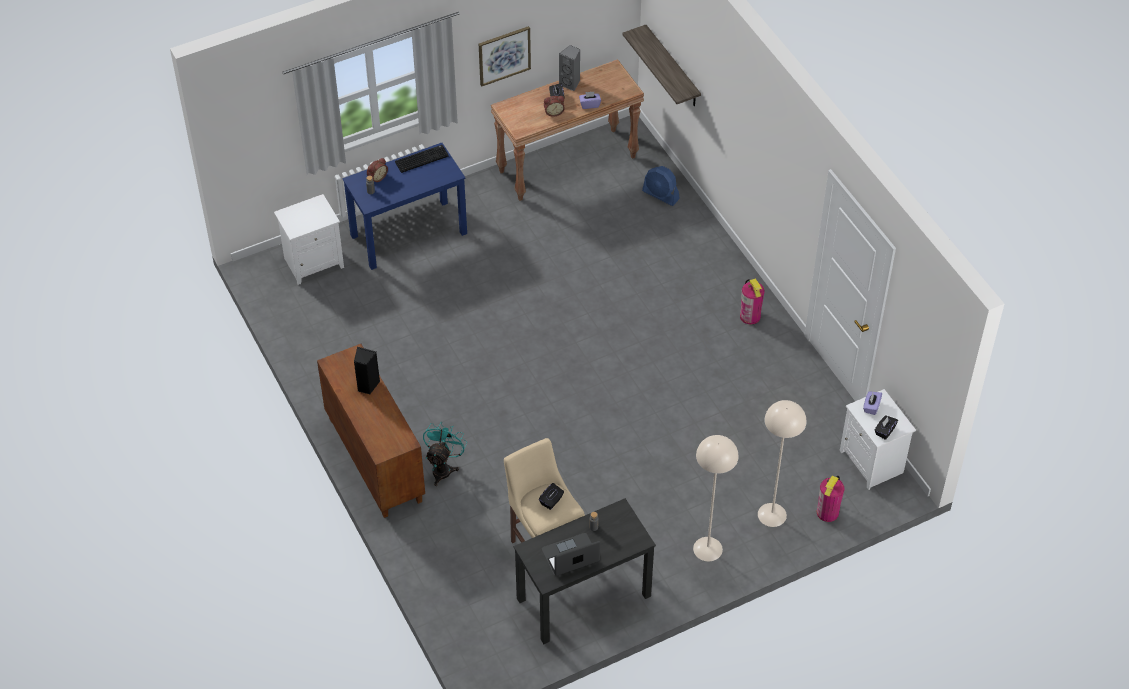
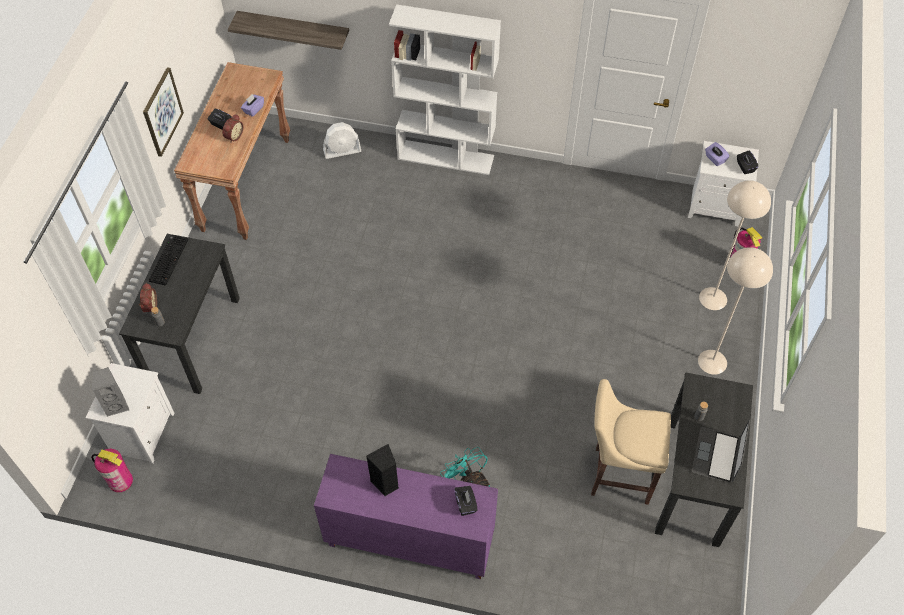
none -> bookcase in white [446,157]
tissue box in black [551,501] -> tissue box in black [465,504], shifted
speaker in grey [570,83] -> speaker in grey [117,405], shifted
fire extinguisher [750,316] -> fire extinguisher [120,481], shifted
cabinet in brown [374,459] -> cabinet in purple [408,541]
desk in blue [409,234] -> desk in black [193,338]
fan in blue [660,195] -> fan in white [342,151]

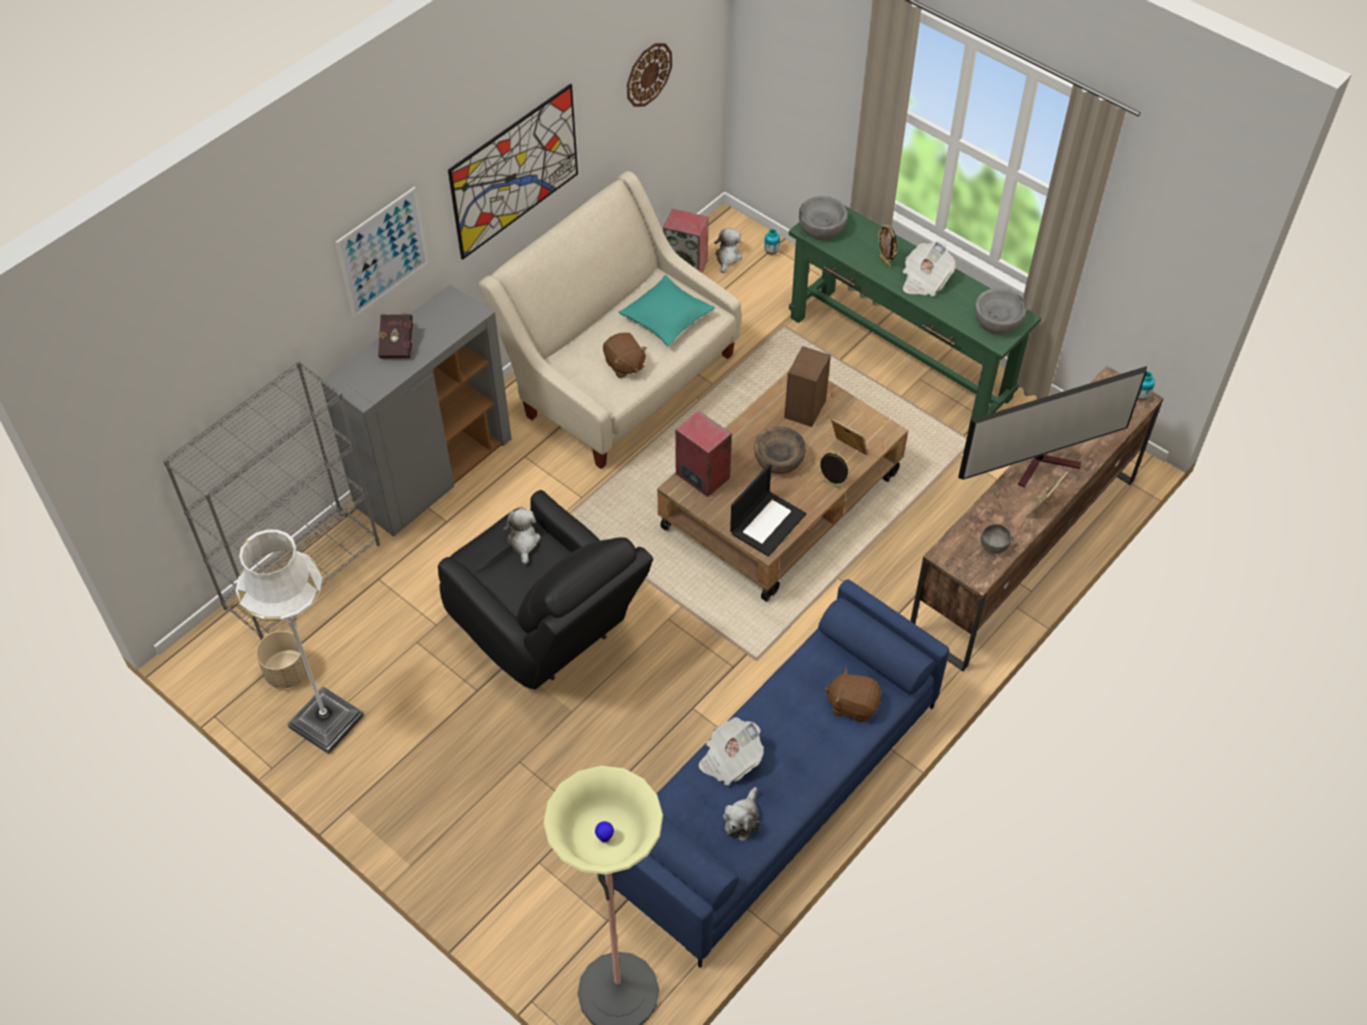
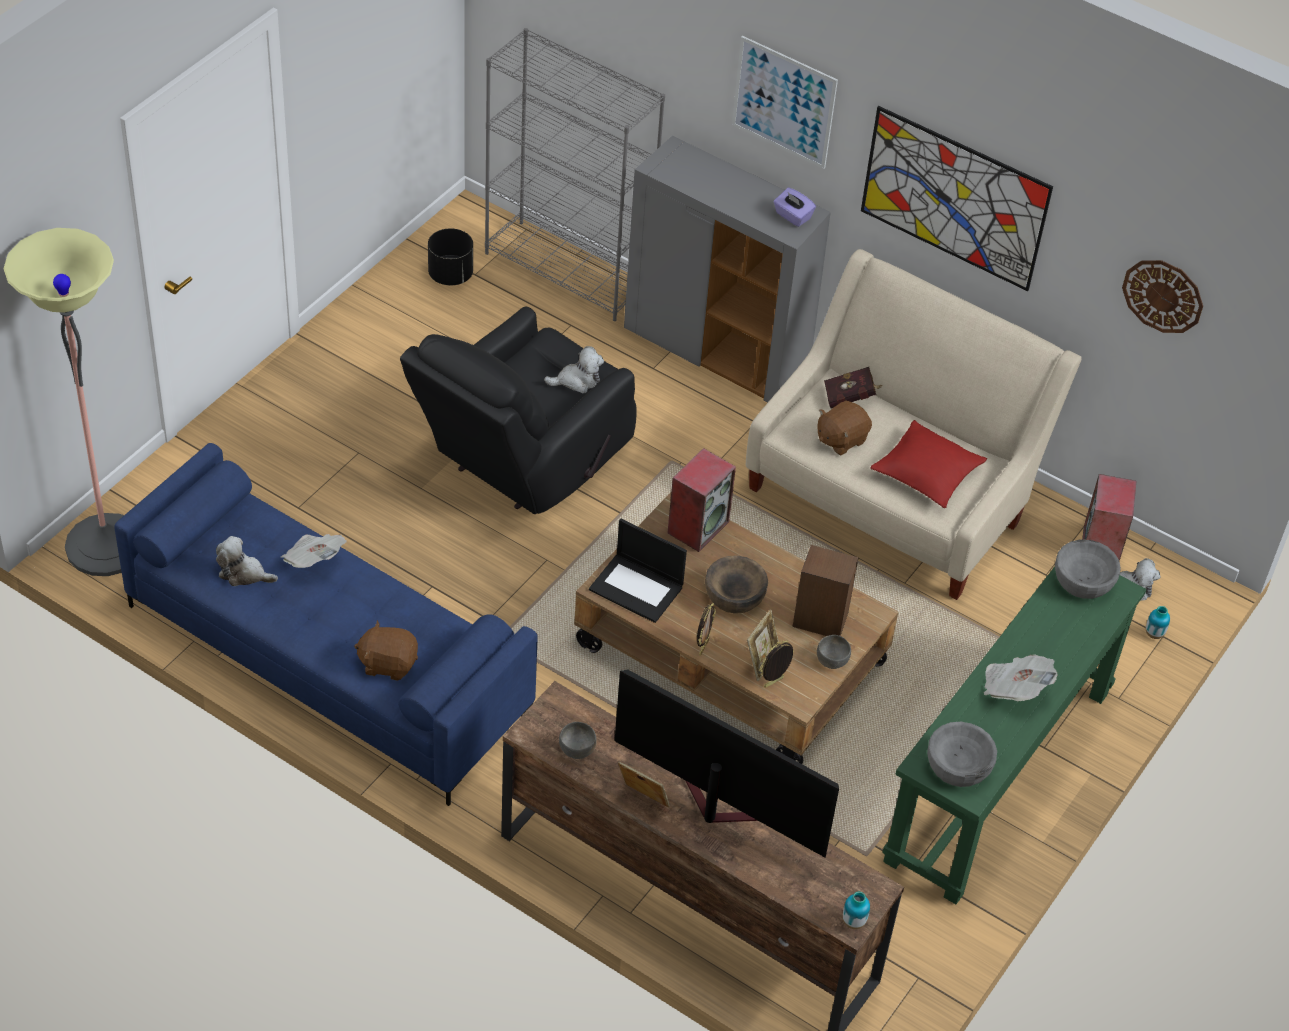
floor lamp in white [326,721] -> none
none -> tissue box in purple [792,216]
none -> bowl in grey [832,660]
book in red [398,343] -> book in red [851,398], shifted
picture frame [885,262] -> picture frame [774,683], shifted
planter in beige [287,672] -> planter in black [451,275]
pillow in turquoise [666,317] -> pillow in red [927,472]
plush toy in brown [852,704] -> plush toy in brown [388,663], 90 degrees counterclockwise
television [1045,465] -> television [713,808], 150 degrees clockwise

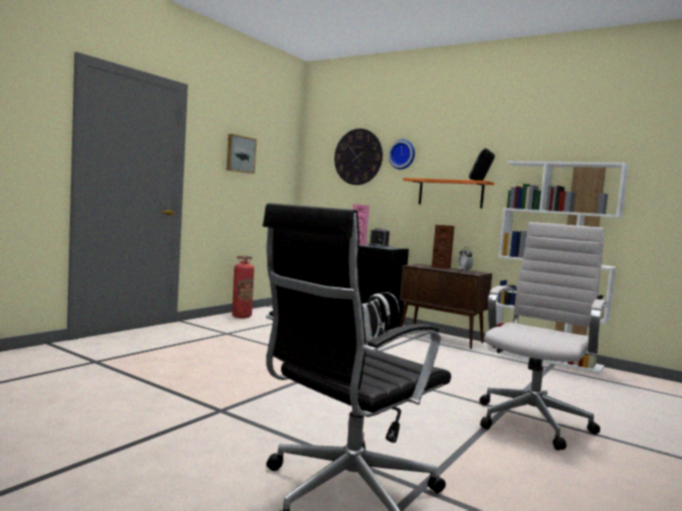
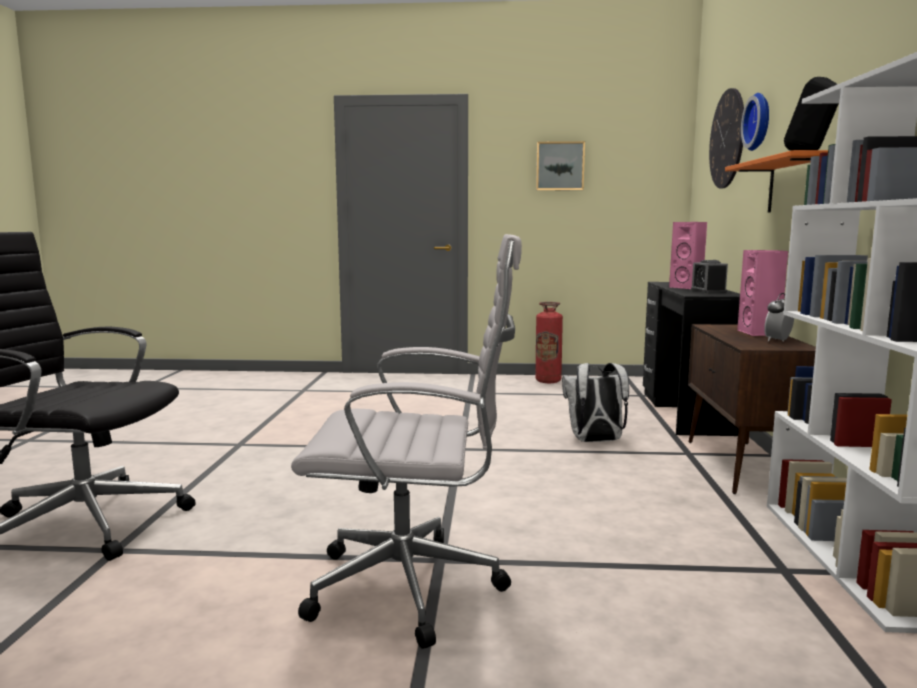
speaker in brown [442,267] -> speaker in pink [759,333]

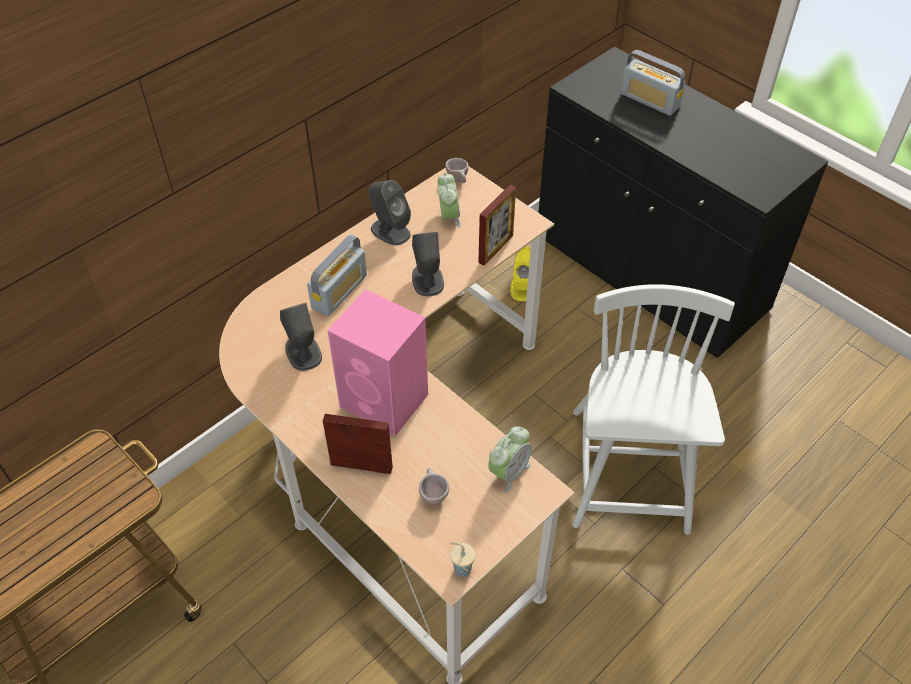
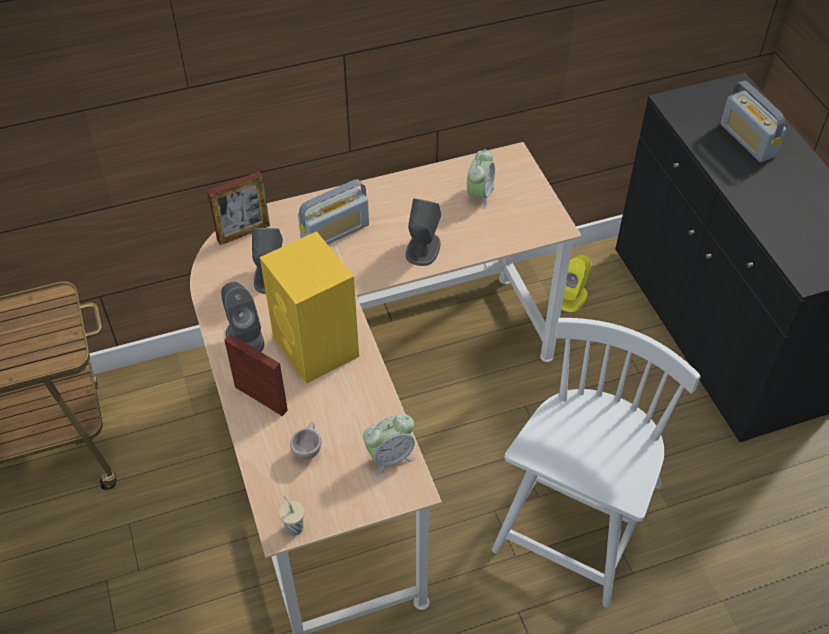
cup in beige [458,180] -> none
speaker in grey [390,231] -> speaker in grey [244,337], shifted
picture frame [495,249] -> picture frame [243,233], shifted
speaker in pink [385,401] -> speaker in yellow [317,348]

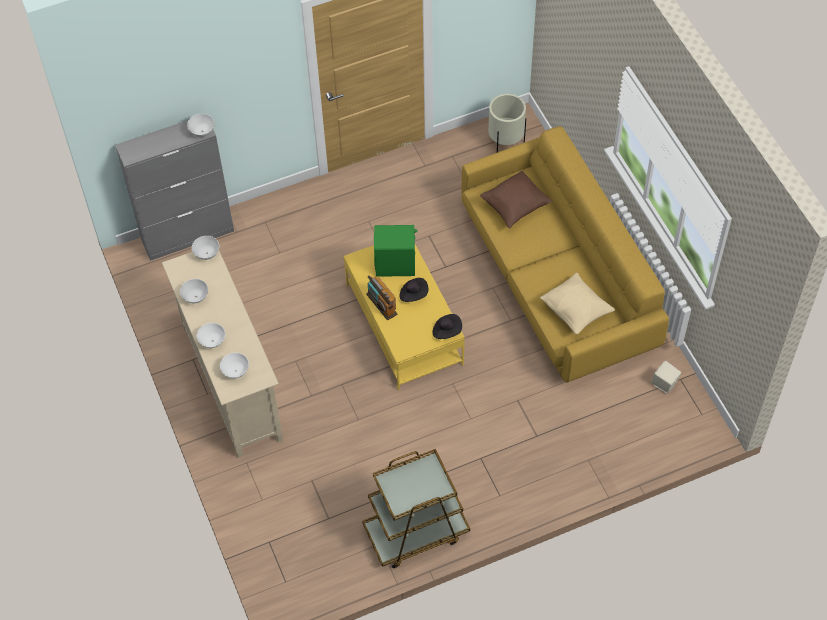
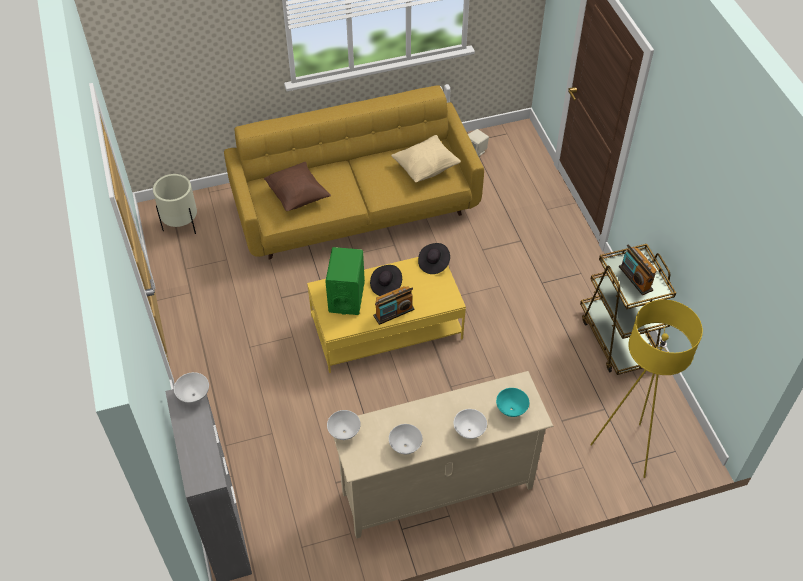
none -> floor lamp in yellow [625,449]
none -> radio [635,278]
bowl in white [236,372] -> bowl in turquoise [511,409]

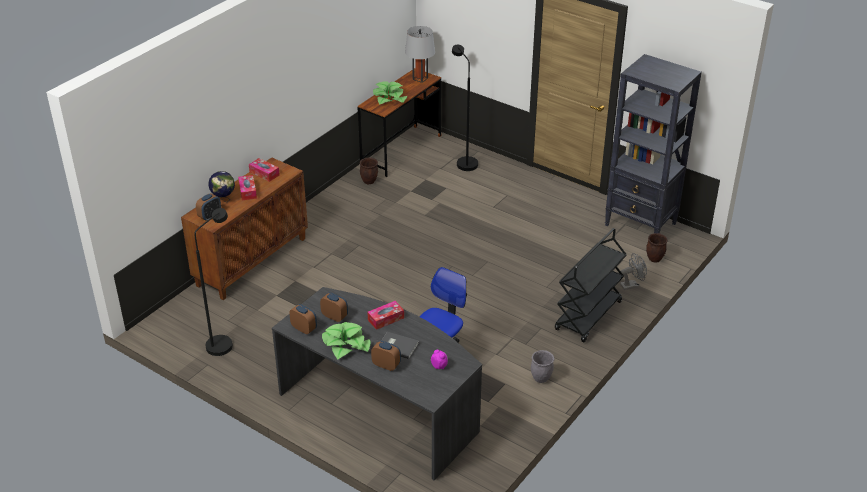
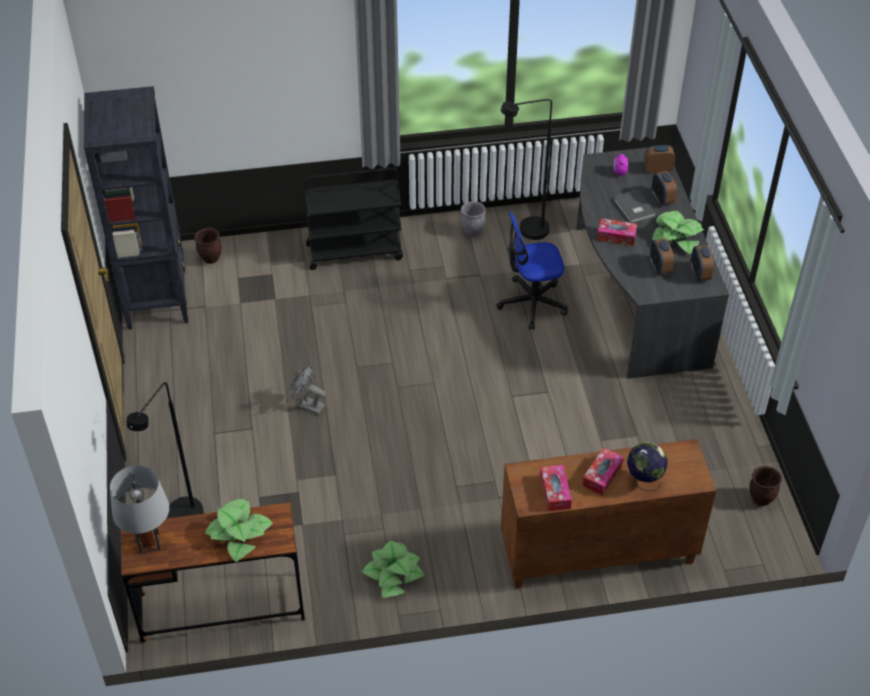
none -> potted plant [393,573]
floor lamp in black [223,342] -> floor lamp in black [526,232], shifted
alarm clock [210,216] -> alarm clock [657,170], shifted
planter in brown [369,181] -> planter in brown [761,499], shifted
fan in grey [632,285] -> fan in grey [308,405], shifted

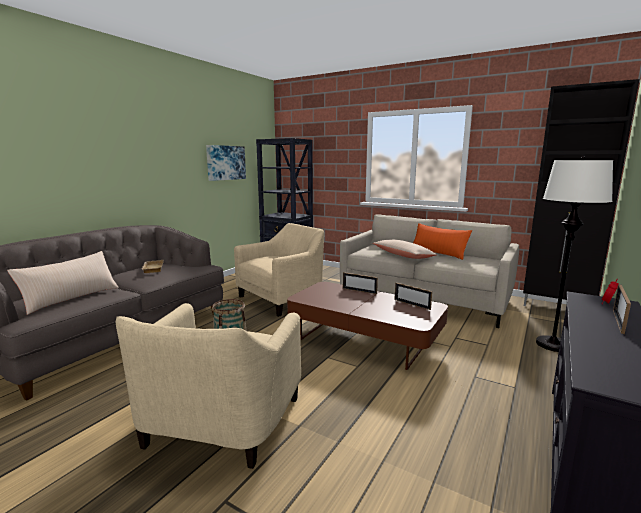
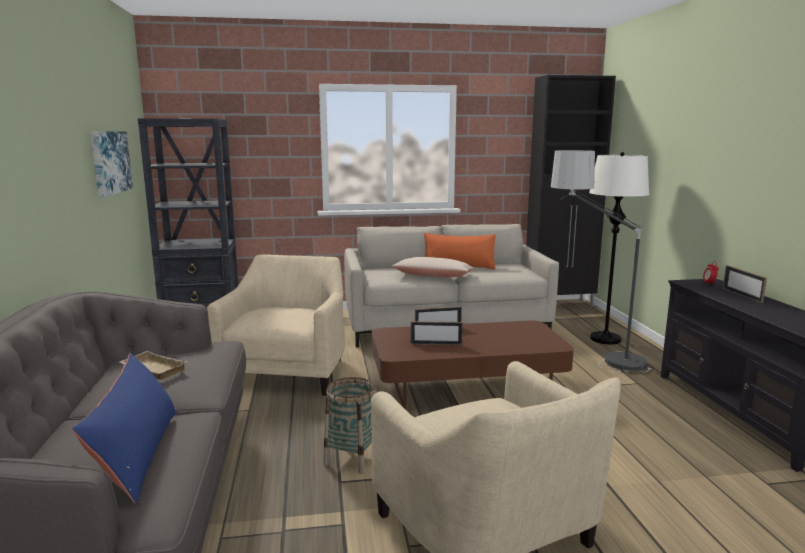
none -> floor lamp [592,357]
picture frame [412,304] -> picture frame [436,344], shifted
pillow in beige [71,298] -> pillow in blue [137,454]

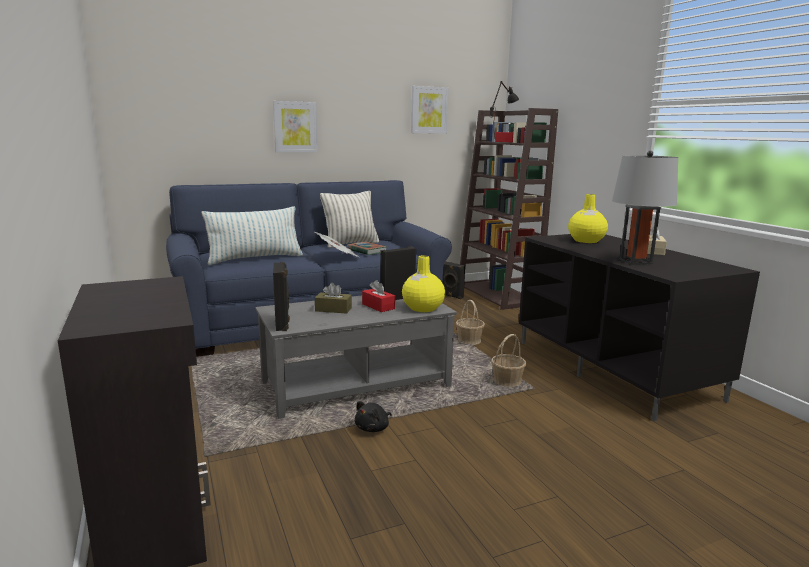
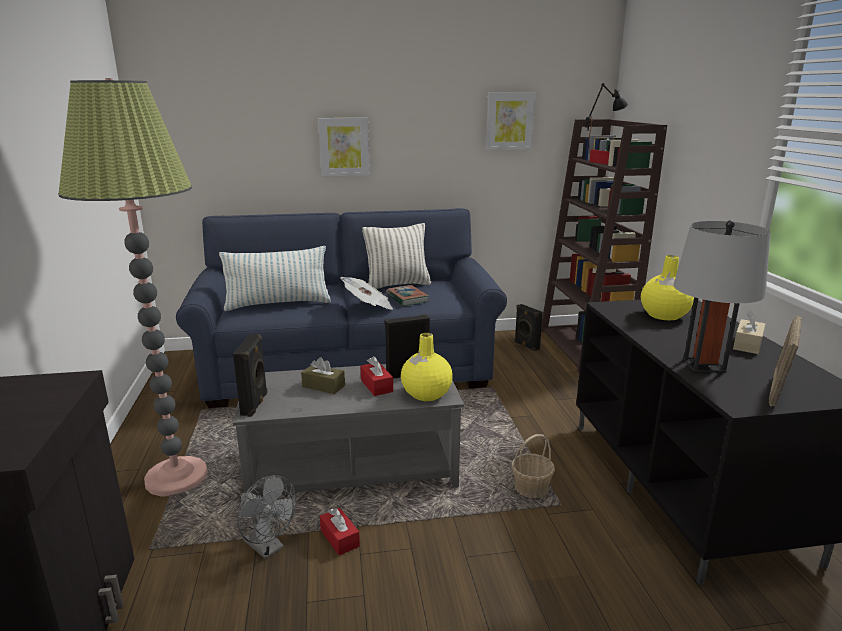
basket [469,340] -> none
none -> floor lamp [176,477]
none -> fan in grey [268,547]
none -> picture frame [778,390]
plush toy in black [373,428] -> tissue box in red [339,538]

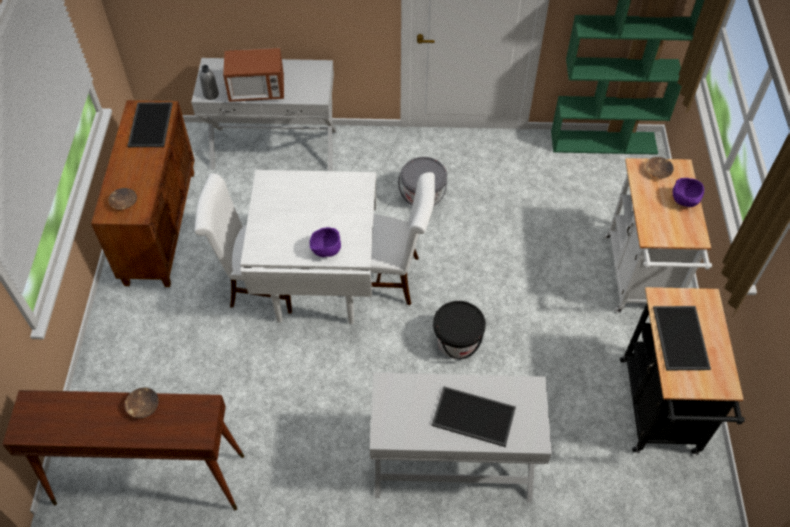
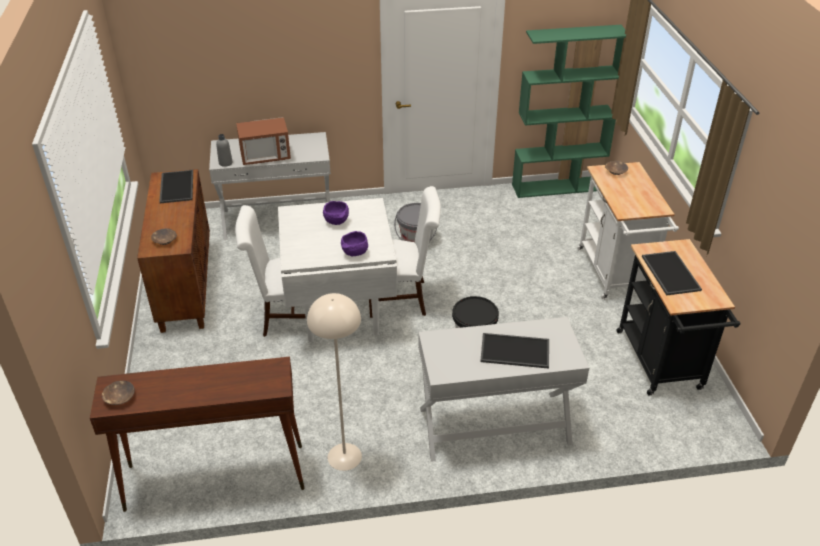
none -> floor lamp in beige [345,456]
bowl in brown [143,406] -> bowl in brown [119,397], shifted
bowl in purple [685,201] -> bowl in purple [337,222], shifted

